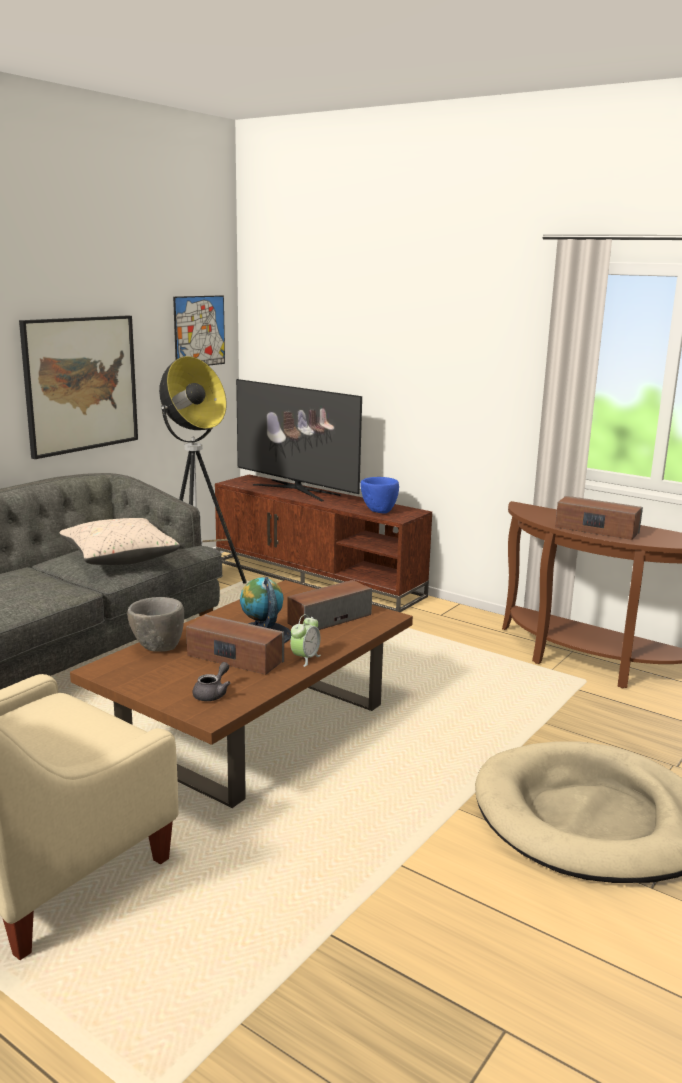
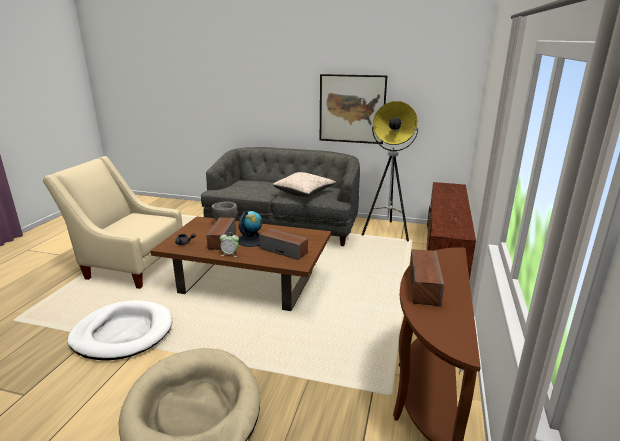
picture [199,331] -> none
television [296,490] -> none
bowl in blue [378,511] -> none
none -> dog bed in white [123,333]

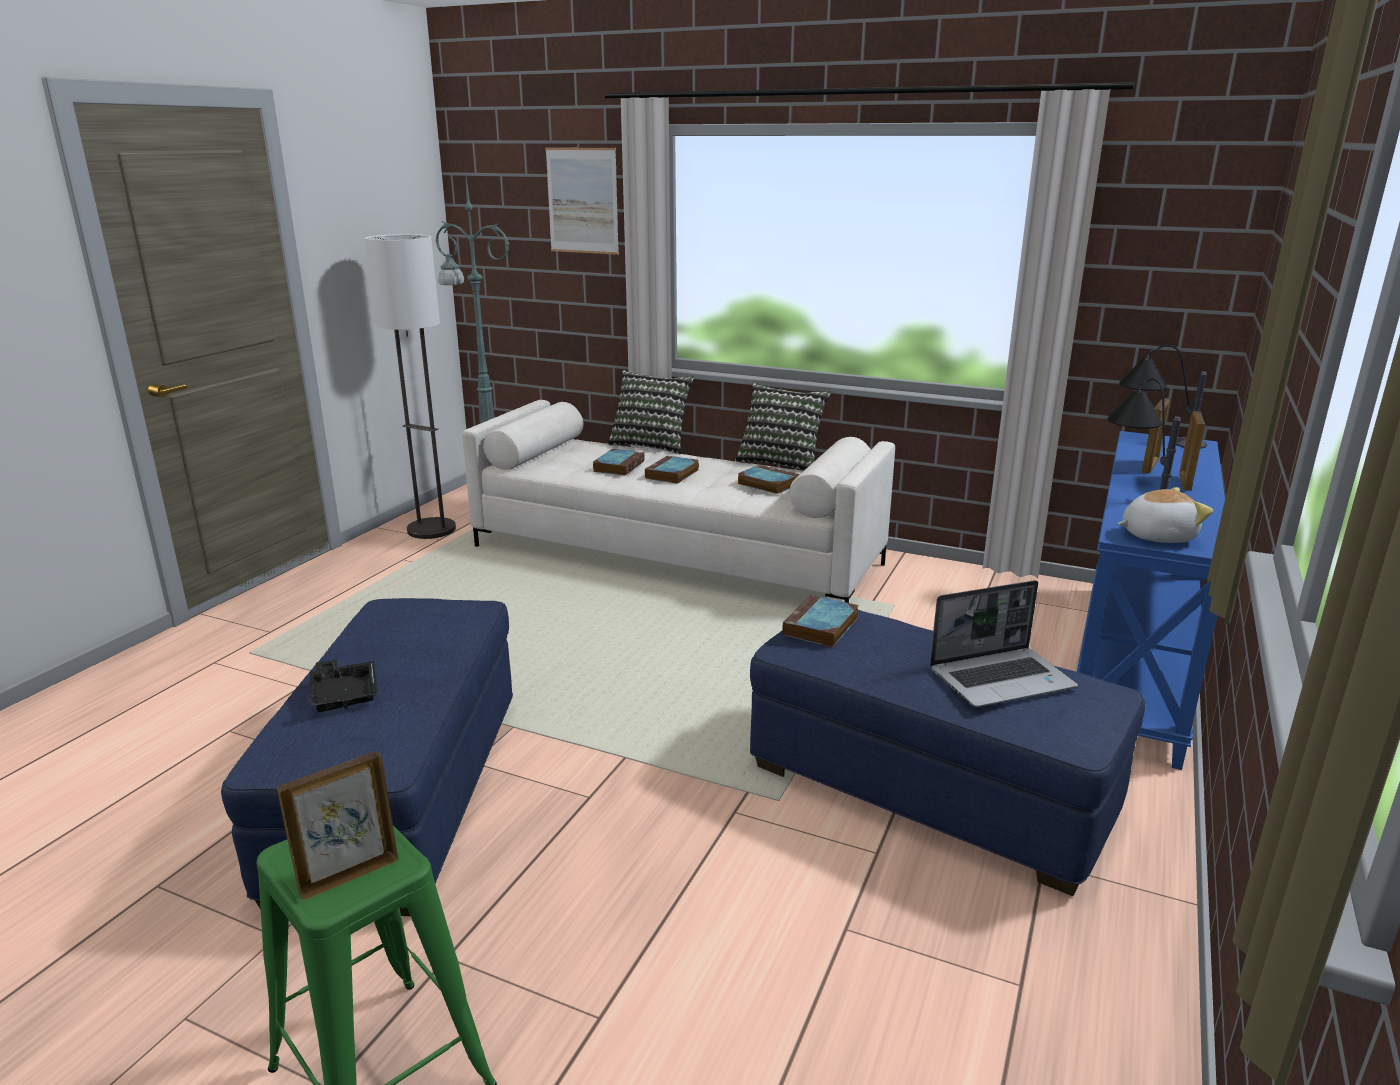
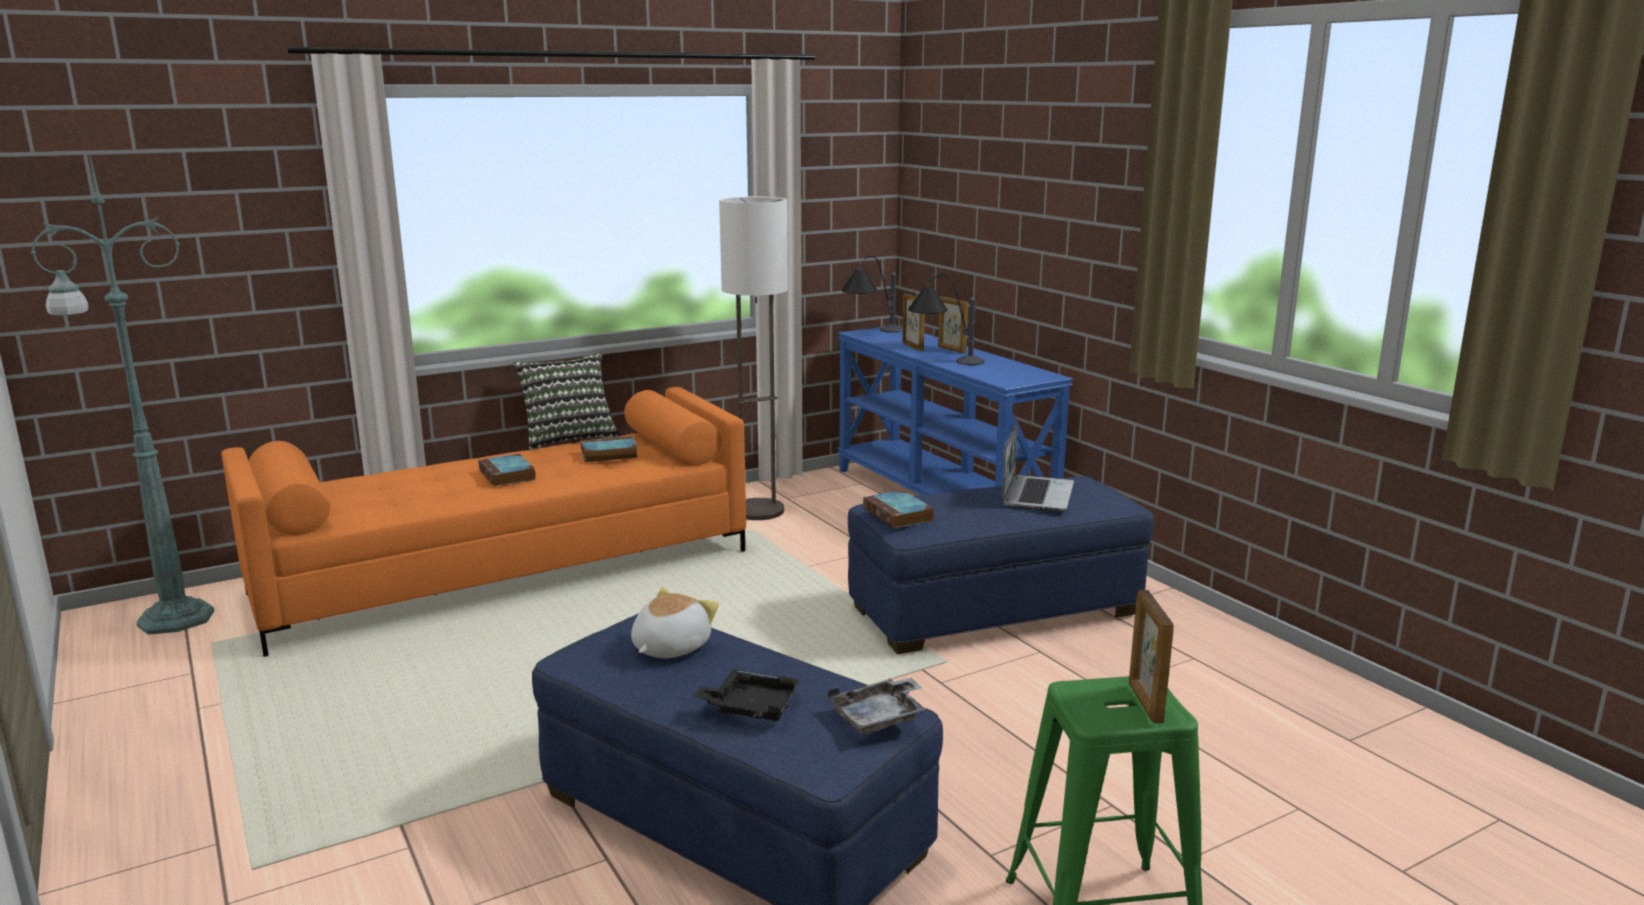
picture [582,201] -> none
book [619,466] -> none
pillow [651,444] -> none
none -> tray in grey [879,718]
floor lamp [432,529] -> floor lamp [758,511], shifted
plush toy [1156,536] -> plush toy [669,647], shifted
sofa in white [677,555] -> sofa in orange [507,571]

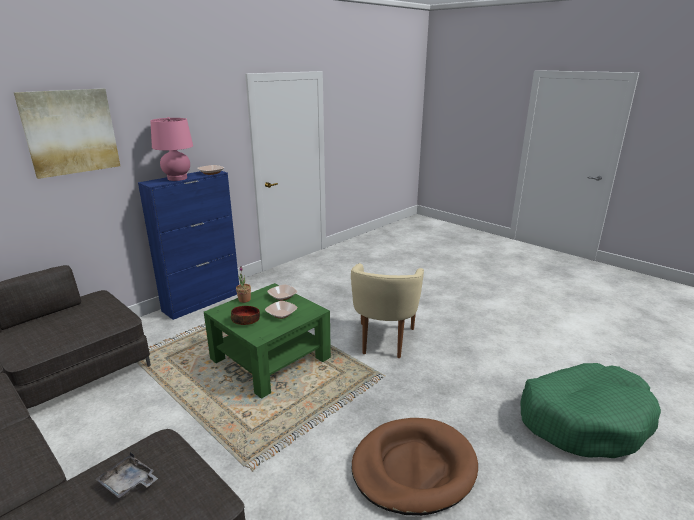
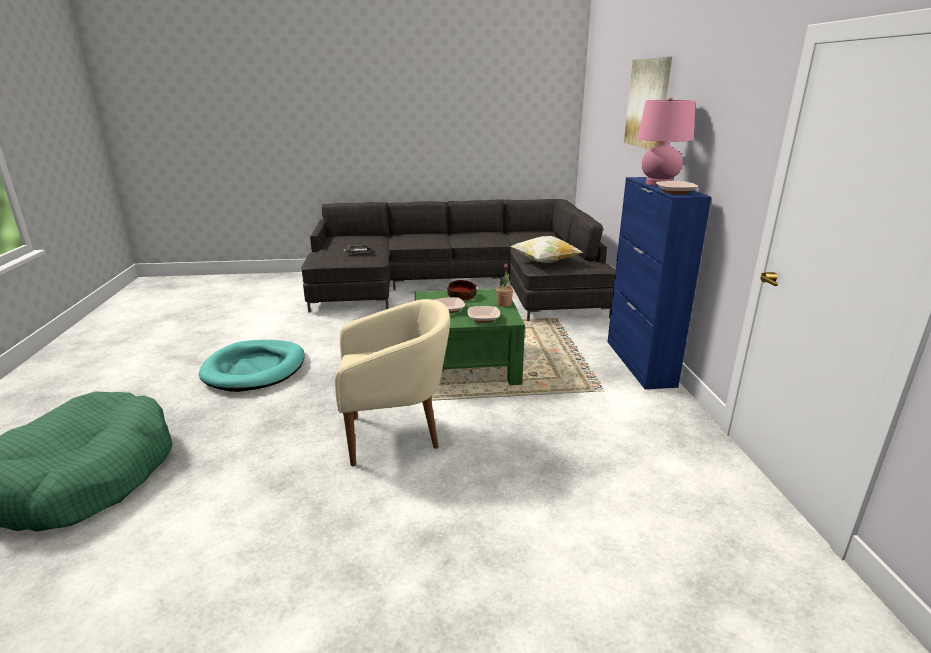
none -> pillow [544,262]
dog bed in brown [413,468] -> dog bed in turquoise [255,369]
armchair in beige [384,340] -> armchair in beige [395,436], 120 degrees clockwise

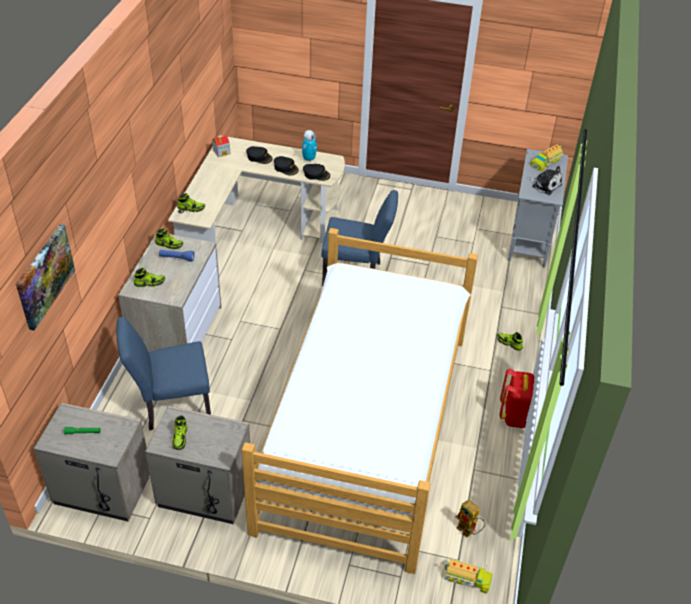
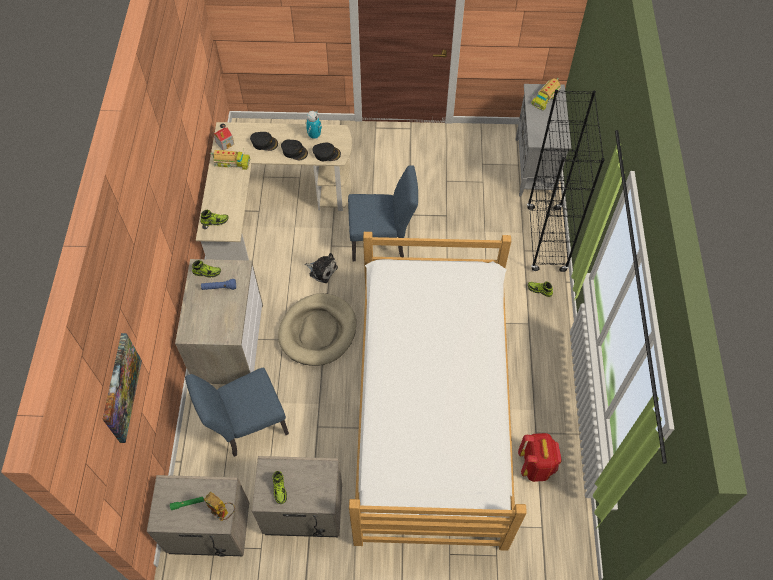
shoe [149,283] -> none
none -> dog bed in beige [318,331]
none -> bookcase in black [546,239]
toy truck [466,579] -> toy truck [231,163], shifted
toy robot [469,531] -> toy robot [223,513], shifted
backpack in red [516,416] -> backpack in red [536,466], shifted
plush toy [545,185] -> plush toy [322,270], shifted

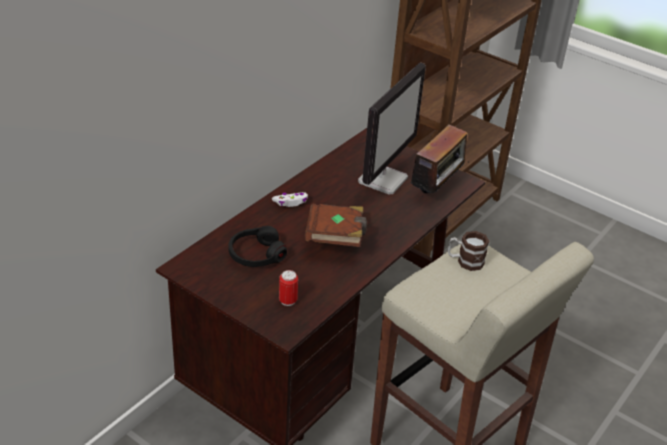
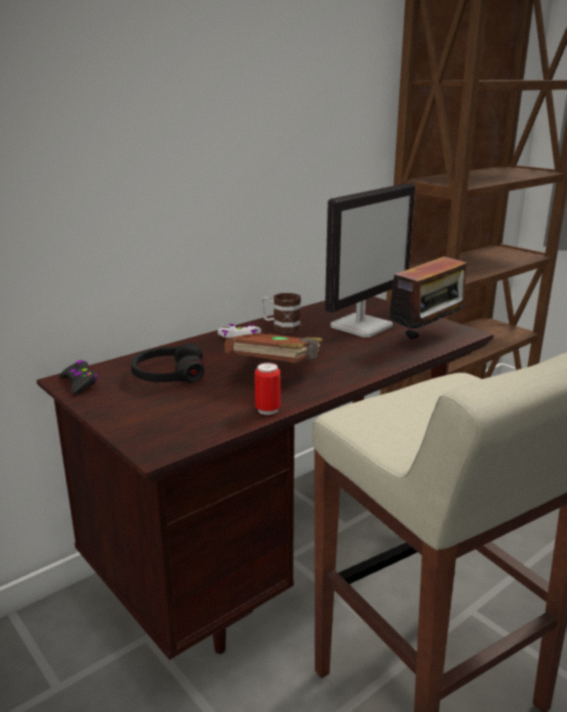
none -> game controller in black [79,383]
can [288,301] -> can [267,410], shifted
mug [465,261] -> mug [281,326], shifted

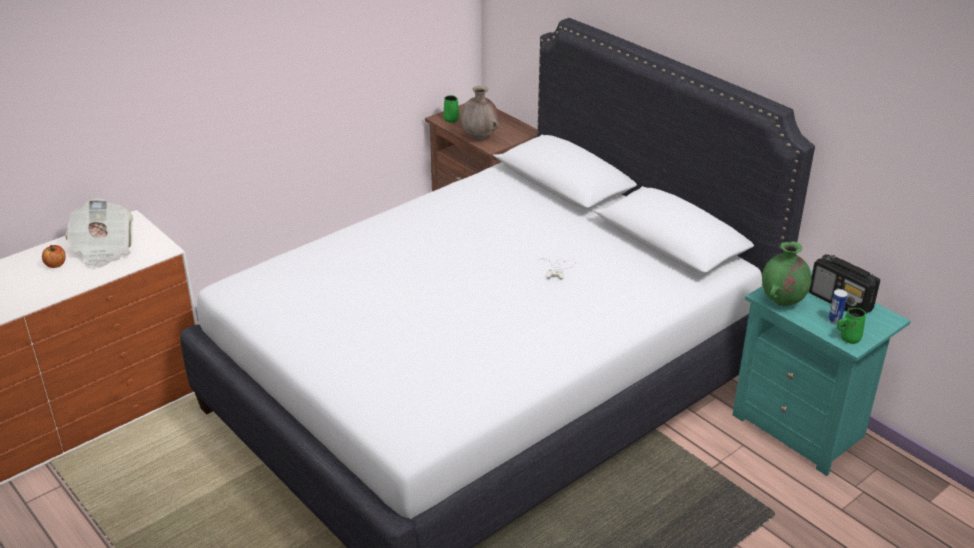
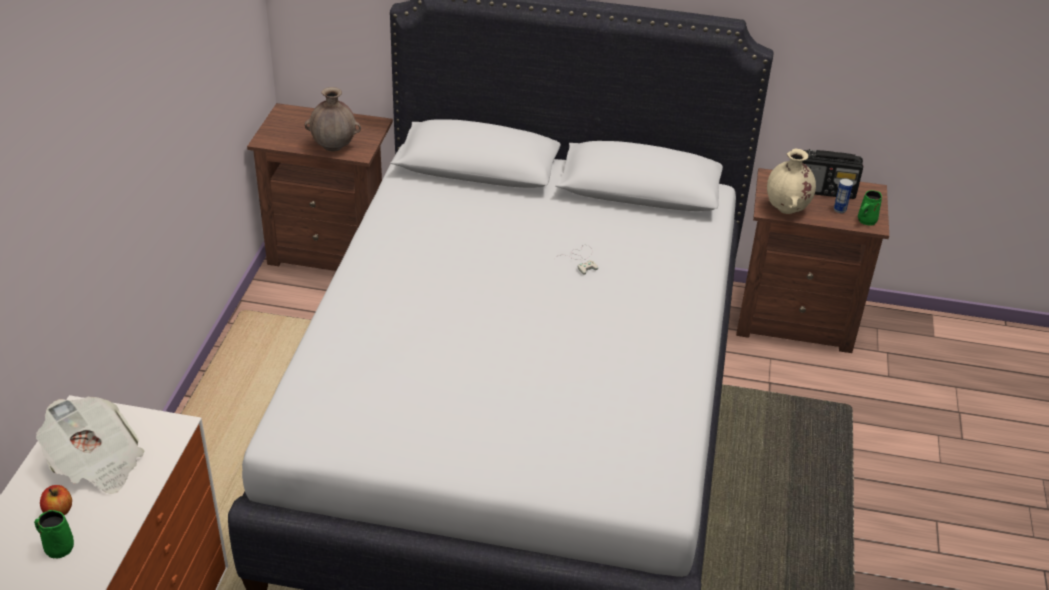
mug in green [450,119] -> mug in green [58,547], shifted
nightstand in turquoise [802,427] -> nightstand in brown [796,320]
vase in green [782,302] -> vase in beige [786,210]

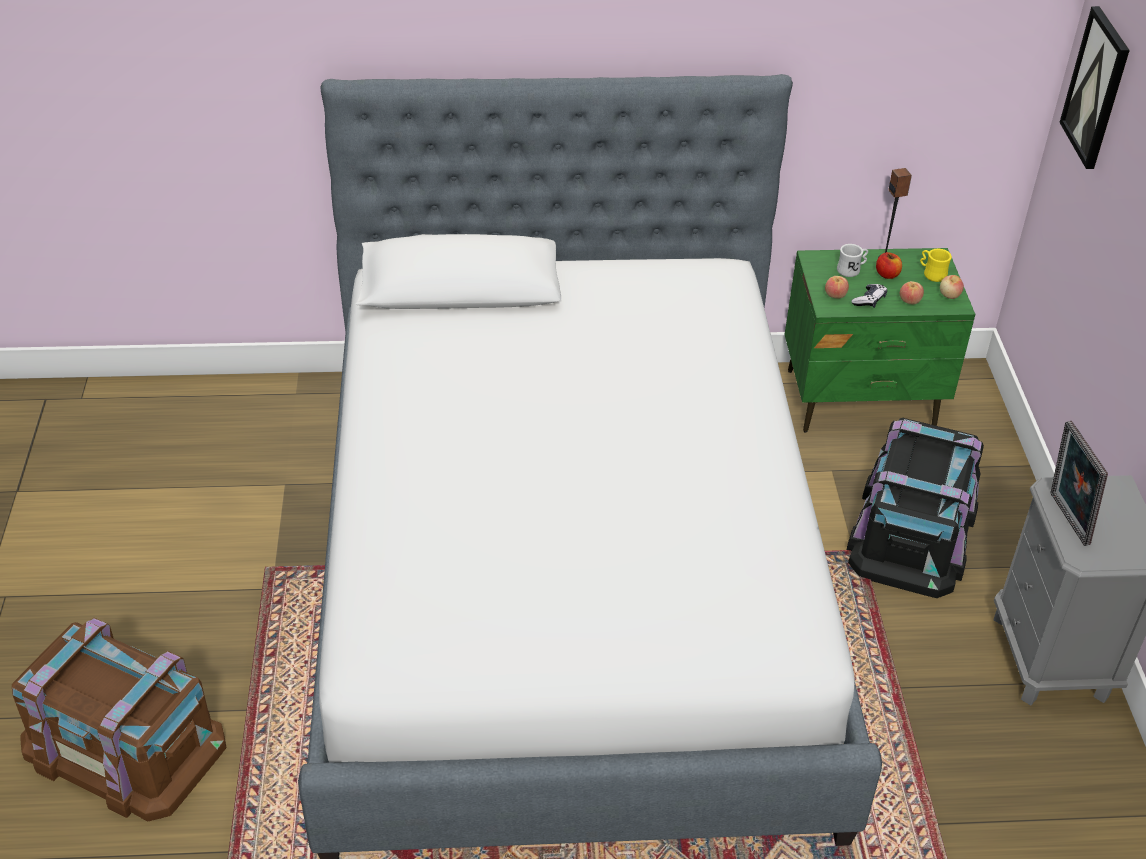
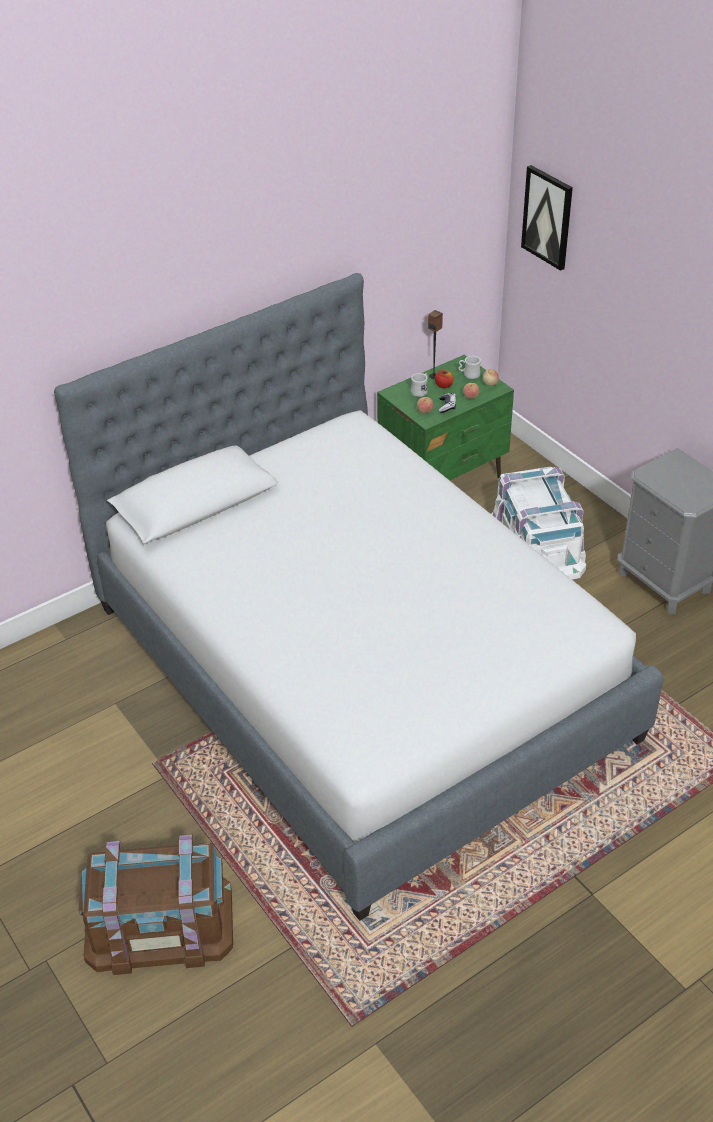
picture frame [1065,519] -> none
storage box in black [912,532] -> storage box in white [536,545]
mug in yellow [931,274] -> mug in white [469,374]

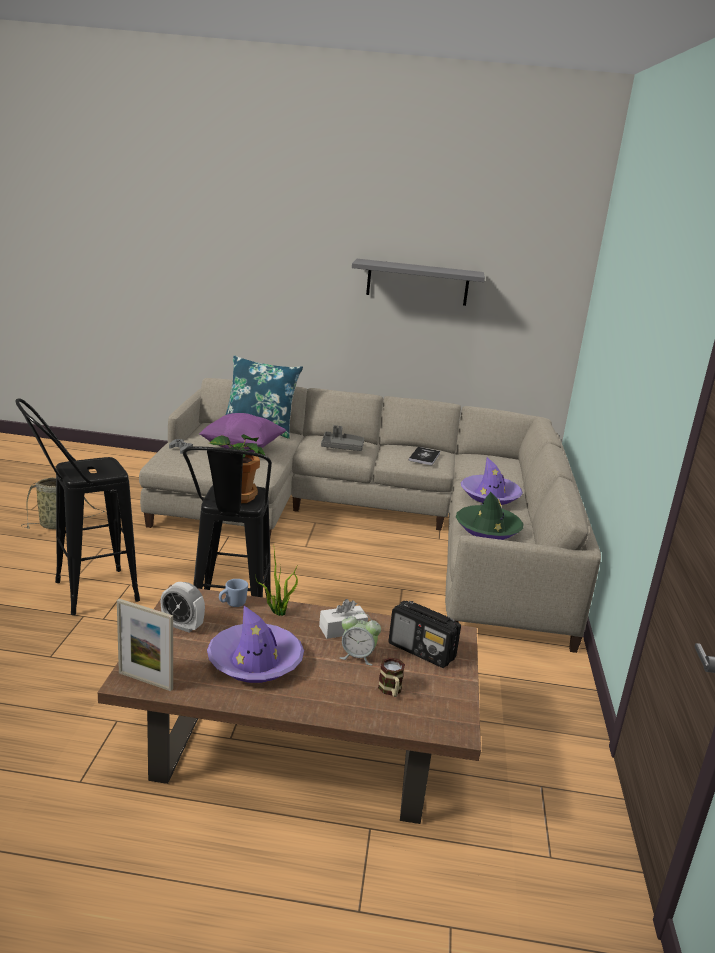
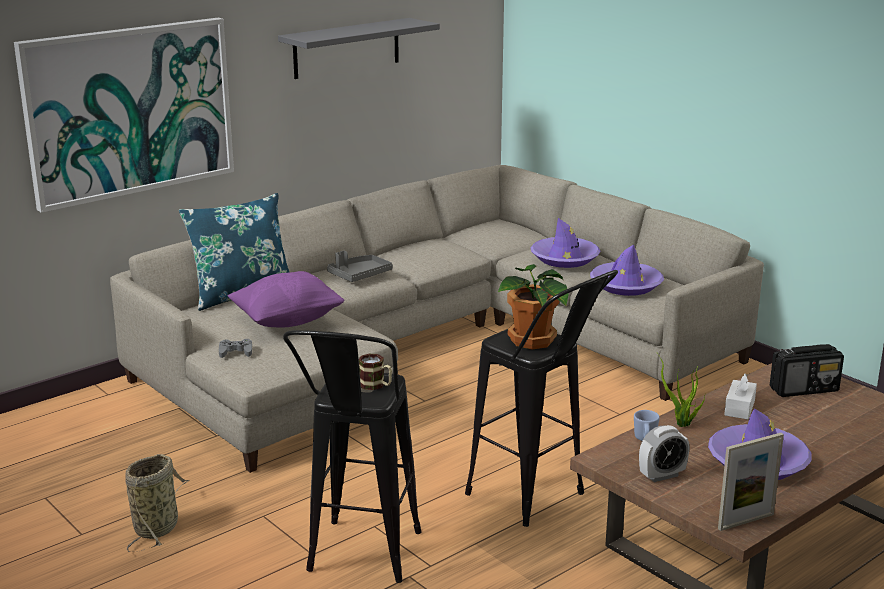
alarm clock [357,656] -> none
book [424,457] -> none
none -> picture [129,111]
mug [391,691] -> mug [376,386], shifted
hat in green [488,529] -> hat in purple [626,285]

